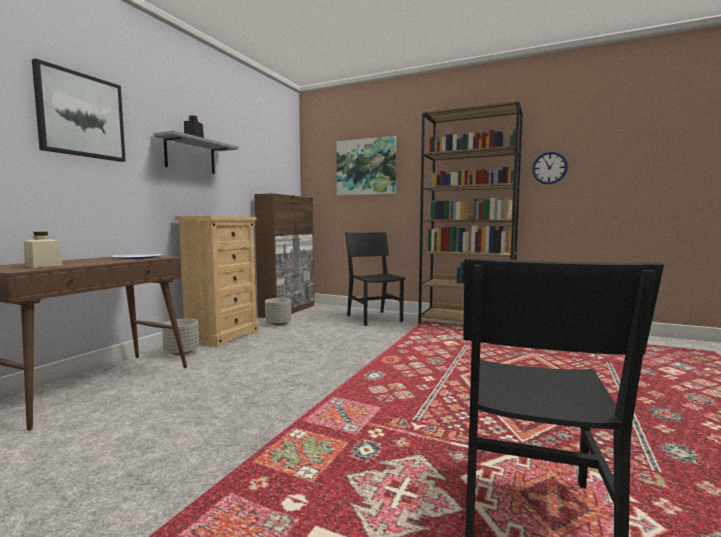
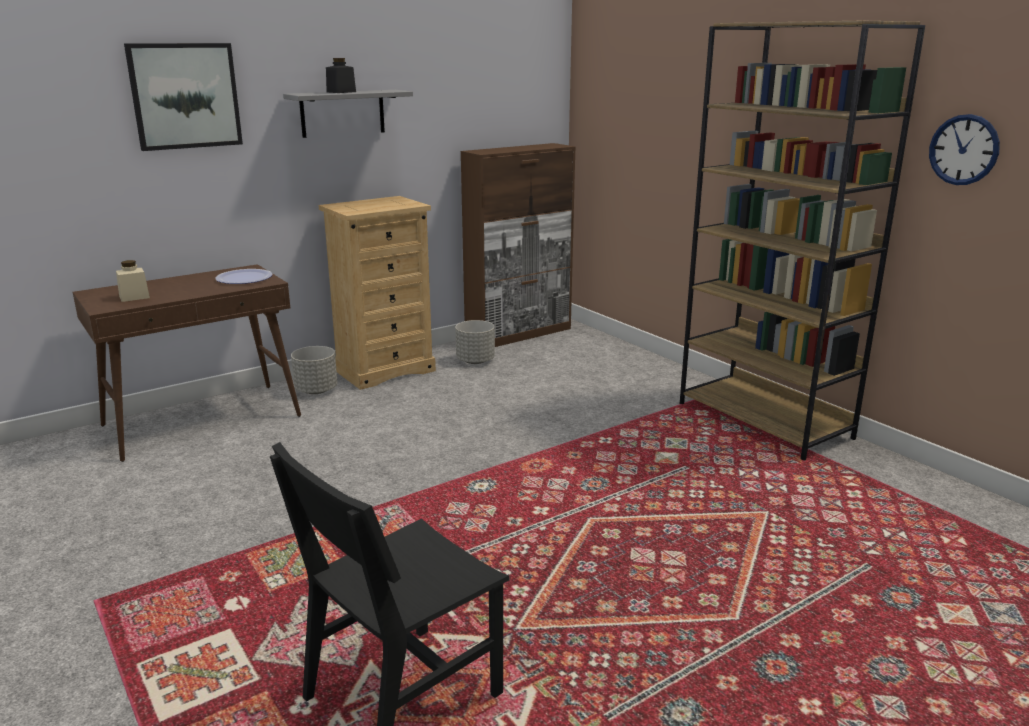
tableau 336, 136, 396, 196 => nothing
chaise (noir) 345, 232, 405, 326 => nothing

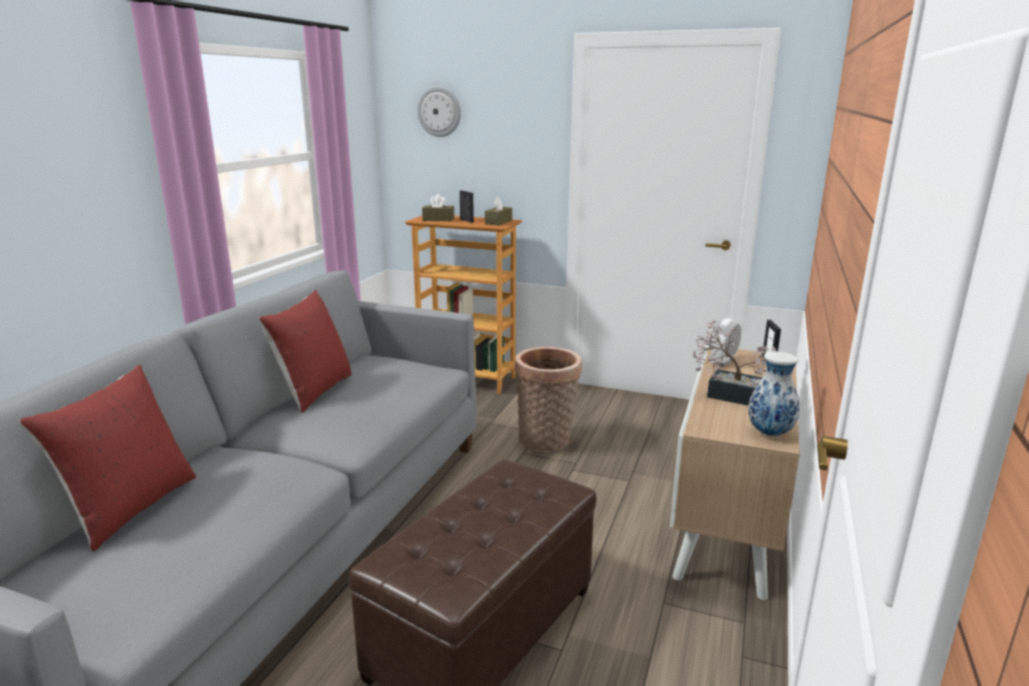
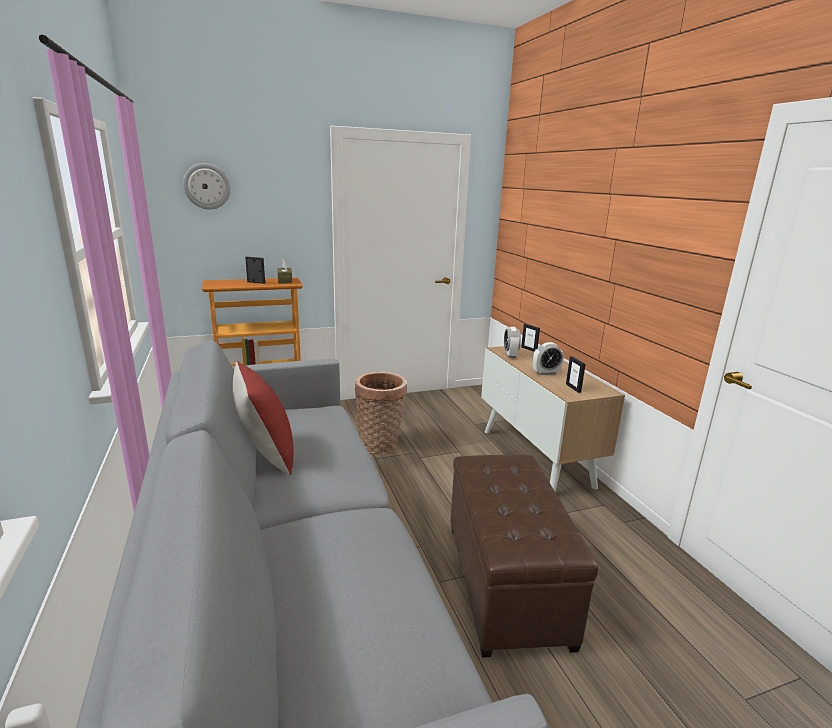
plante en pot 693, 320, 777, 406 => réveil 533, 342, 564, 375
nothing => cadre photo 566, 356, 585, 393
coussin (rouge) 19, 365, 196, 551 => nothing
boîte à mouchoirs (marron) 422, 194, 454, 221 => nothing
vase 748, 351, 800, 437 => nothing

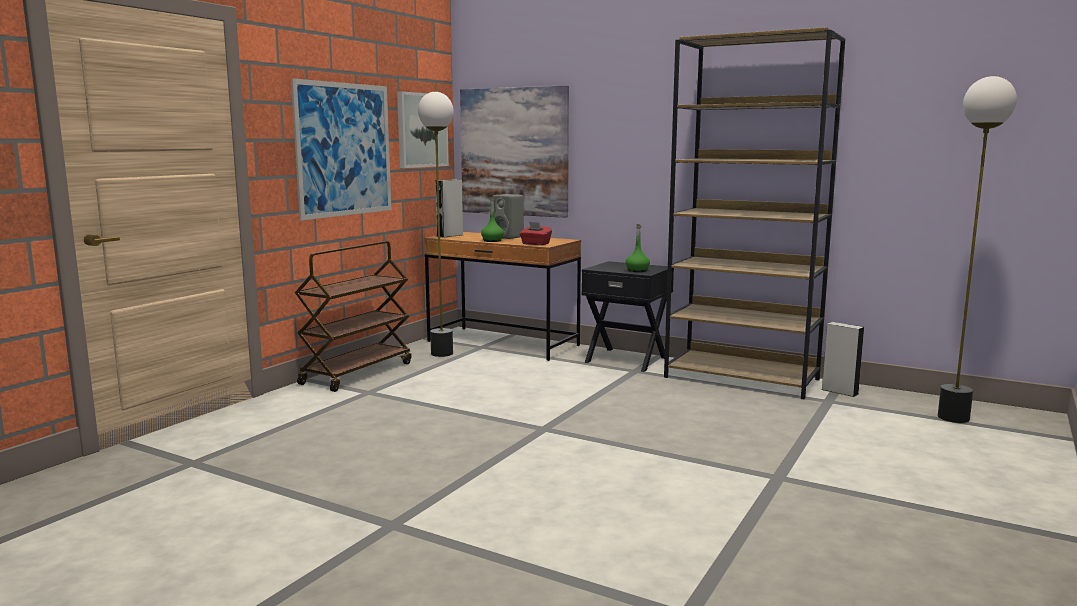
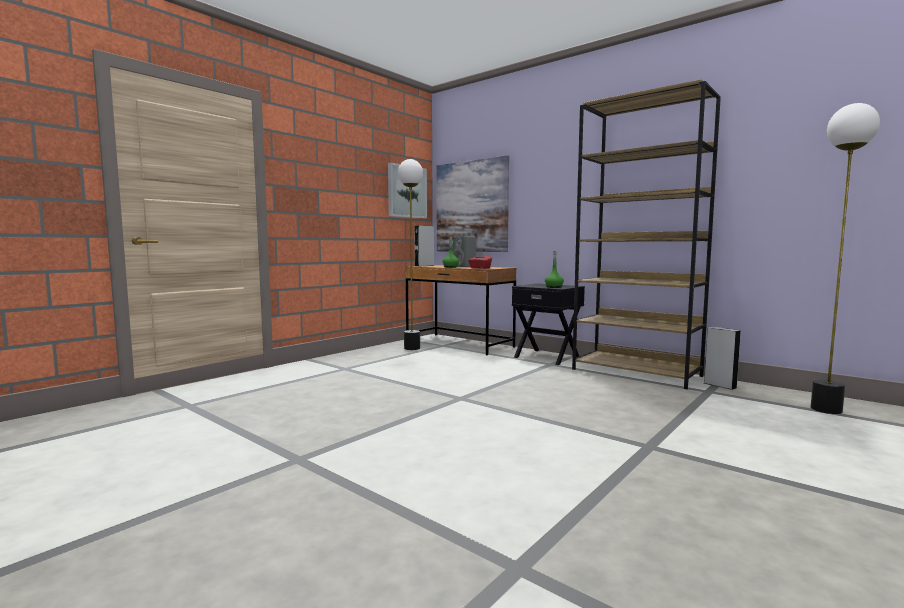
tableau 291, 78, 391, 220 => nothing
chariot (marron) 295, 241, 412, 392 => nothing

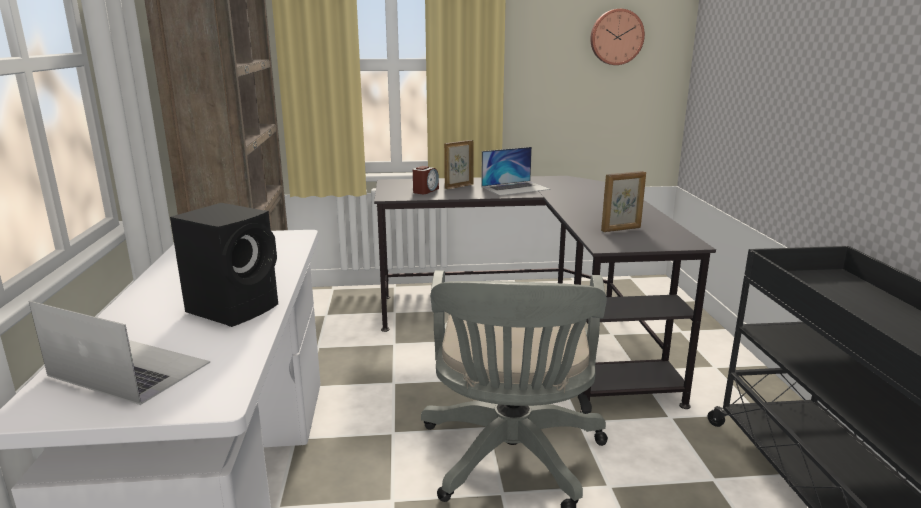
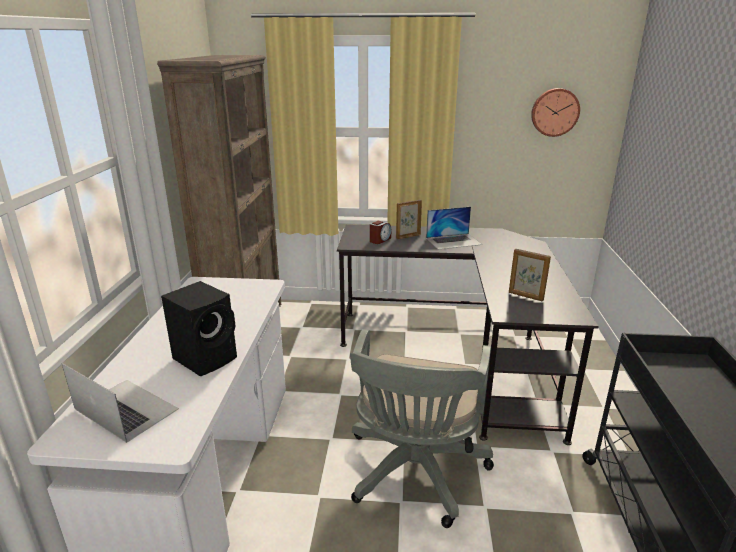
cadre photo 601, 171, 646, 232 => cadre photo 509, 249, 551, 301, 45 degrees clockwise

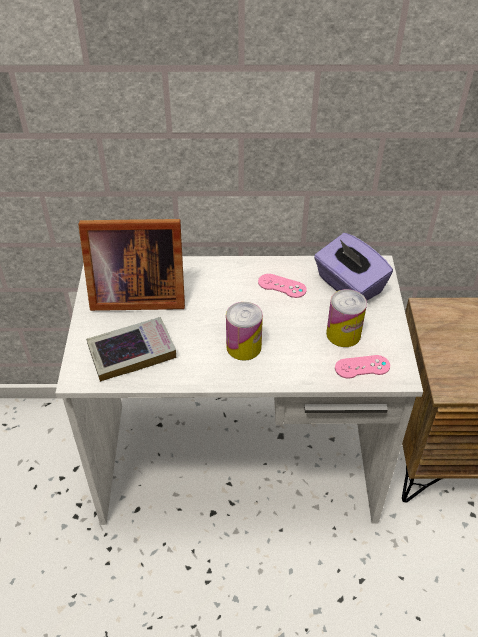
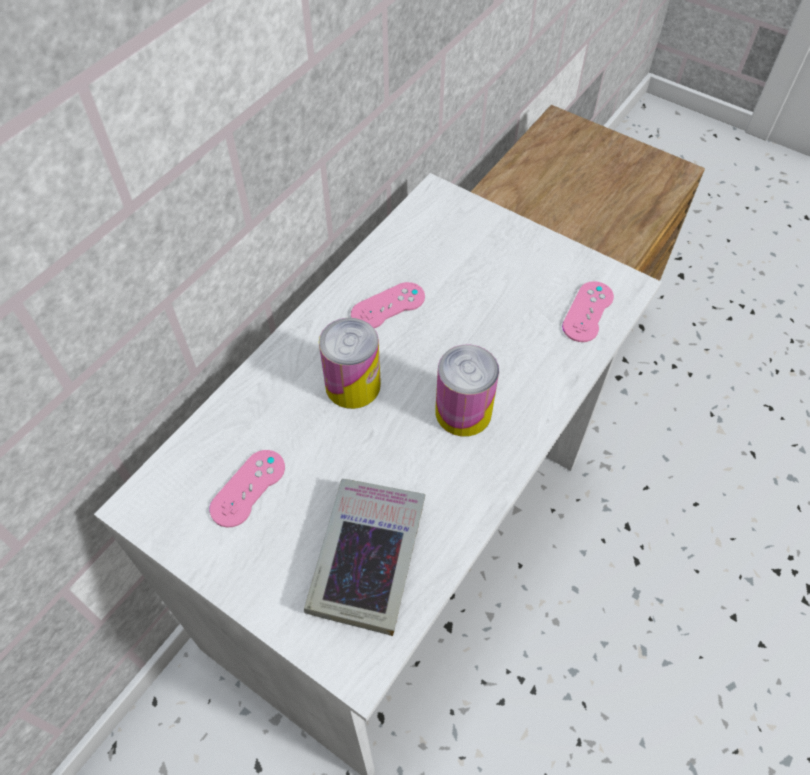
cadre photo 78, 219, 185, 311 => manette (rose) 209, 450, 285, 527
boîte métallique 326, 289, 367, 347 => boîte métallique 319, 318, 381, 409, moved
boîte à mouchoirs (violet) 314, 233, 393, 300 => nothing

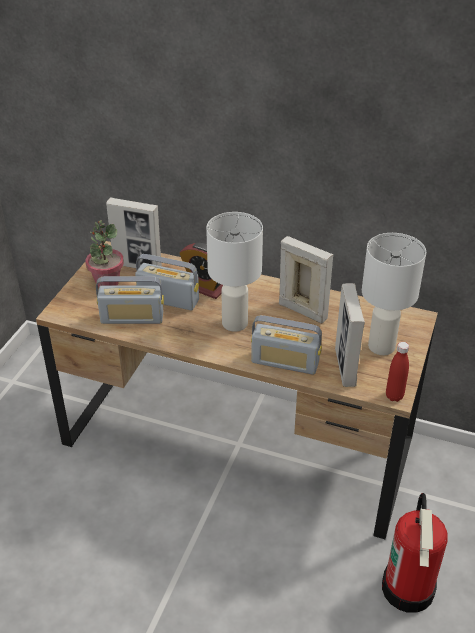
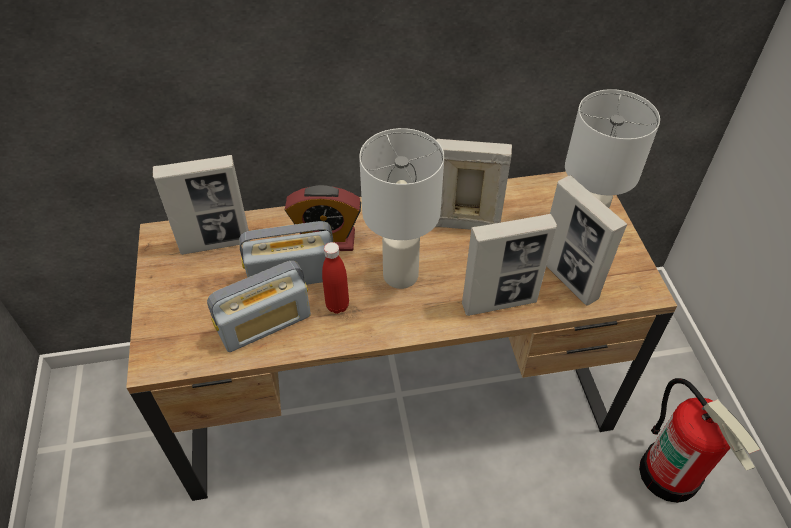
bouteille (rouge) 386, 342, 409, 402 => bouteille (rouge) 322, 242, 349, 314, moved
radio 251, 315, 322, 375 => cadre photo 462, 214, 557, 316
plante en pot 86, 220, 124, 288 => nothing

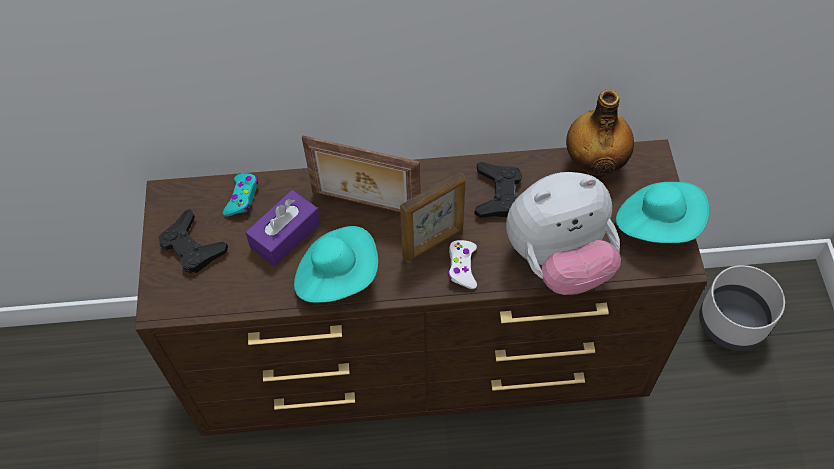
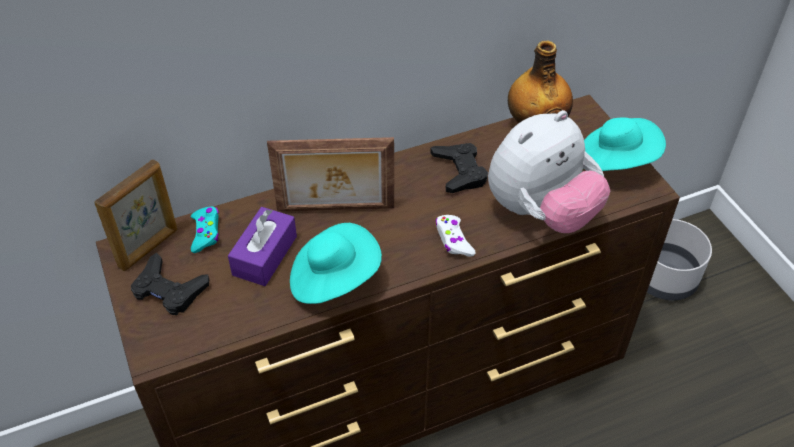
cadre photo 400, 171, 465, 261 => cadre photo 94, 159, 178, 271, moved

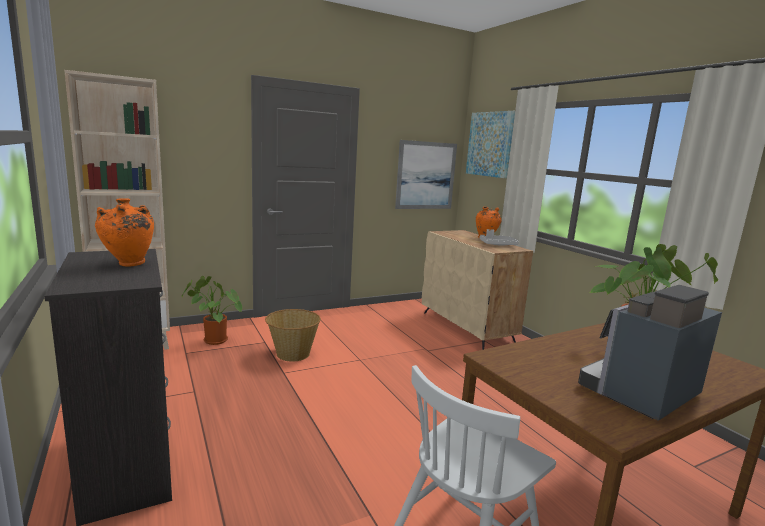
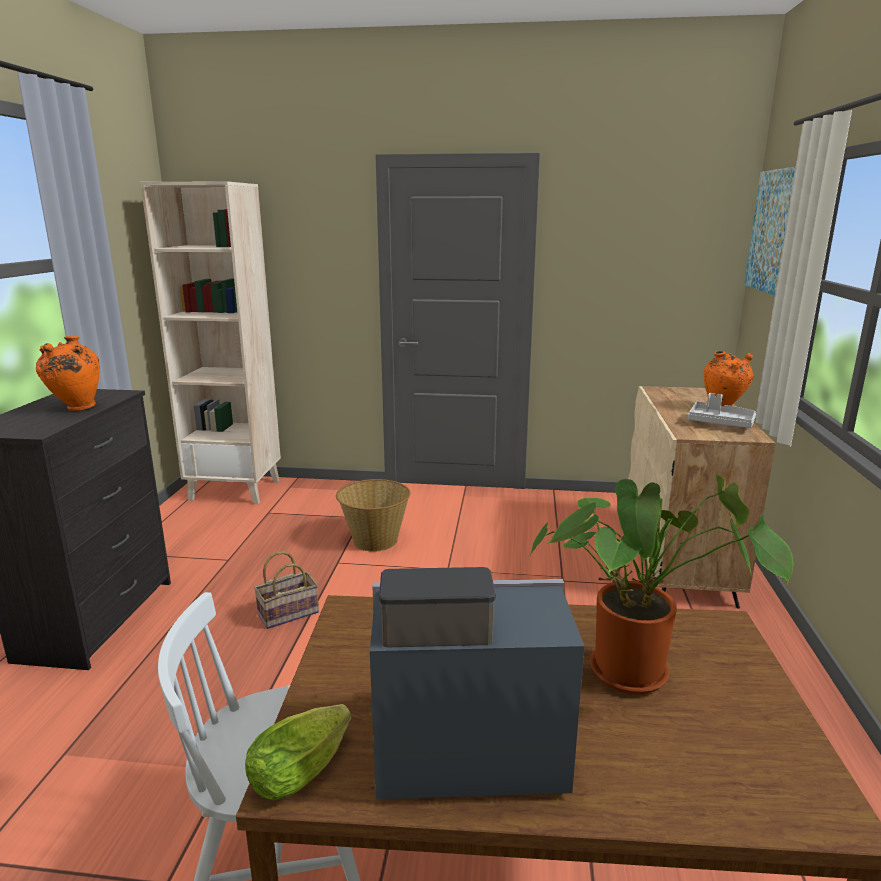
nothing => laitue 245, 704, 351, 800
nothing => panier 254, 551, 319, 629
plante en pot 182, 276, 242, 345 => nothing
tableau 395, 140, 457, 209 => nothing

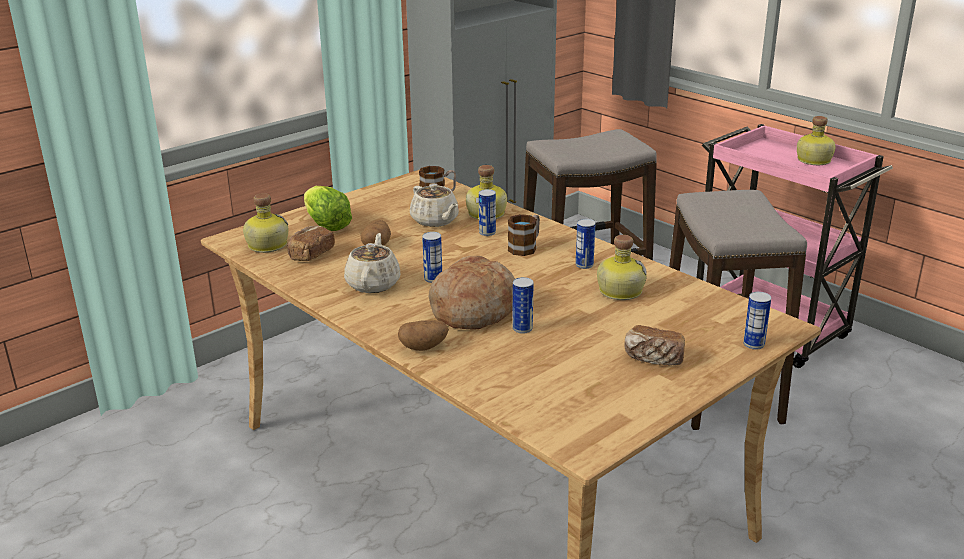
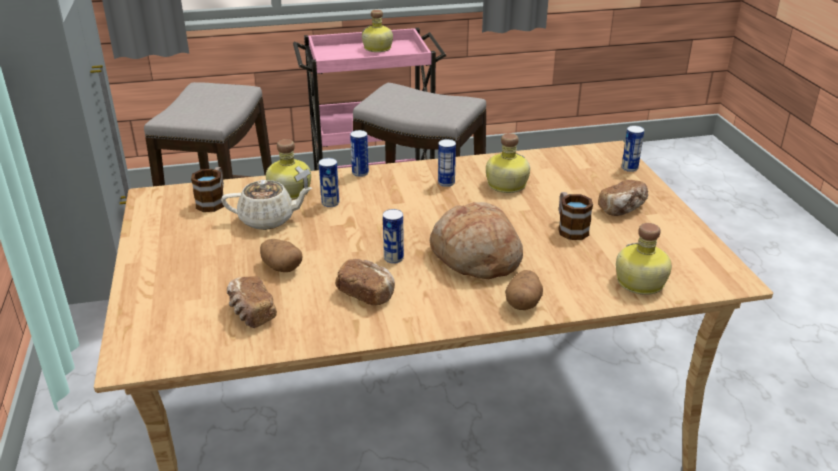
théière (beige) 344, 233, 400, 293 => pain 335, 259, 395, 306
boîte métallique 513, 277, 533, 334 => boîte métallique 350, 130, 369, 177, moved
mug 508, 214, 540, 256 => mug 558, 192, 593, 240, moved
bouteille 243, 193, 288, 253 => bouteille 616, 223, 672, 295, moved
laitue 304, 186, 352, 231 => nothing

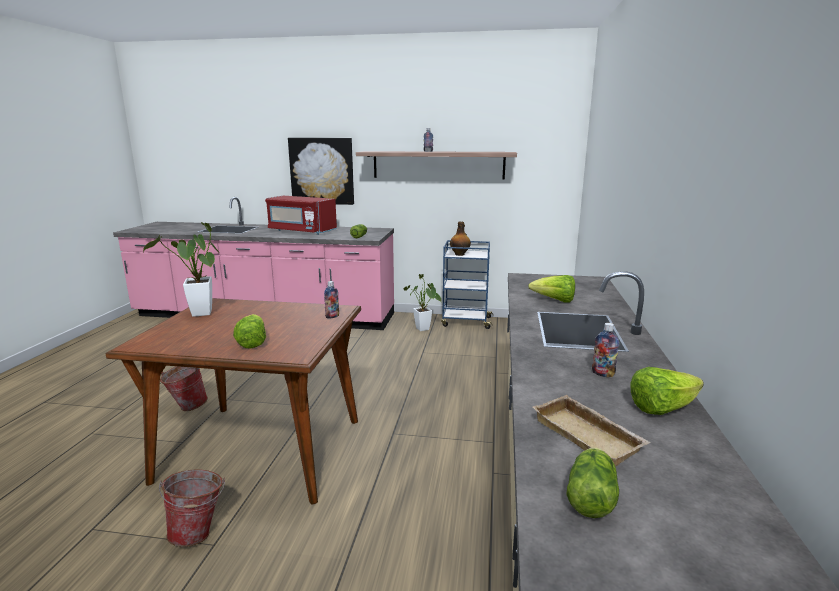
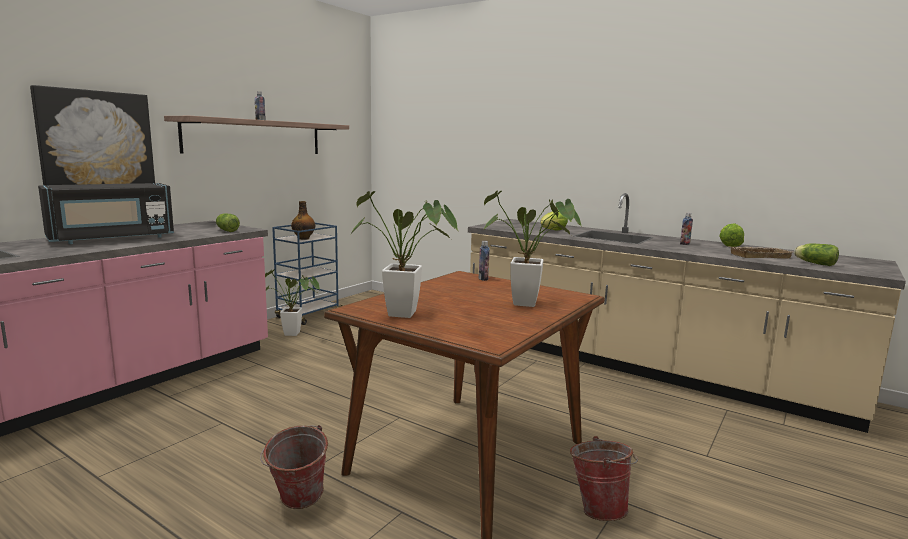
micro-ondes (rouge) 265, 196, 337, 235 => micro-ondes (noir) 38, 183, 174, 244
laitue 233, 314, 266, 348 => plante en pot 482, 190, 582, 307

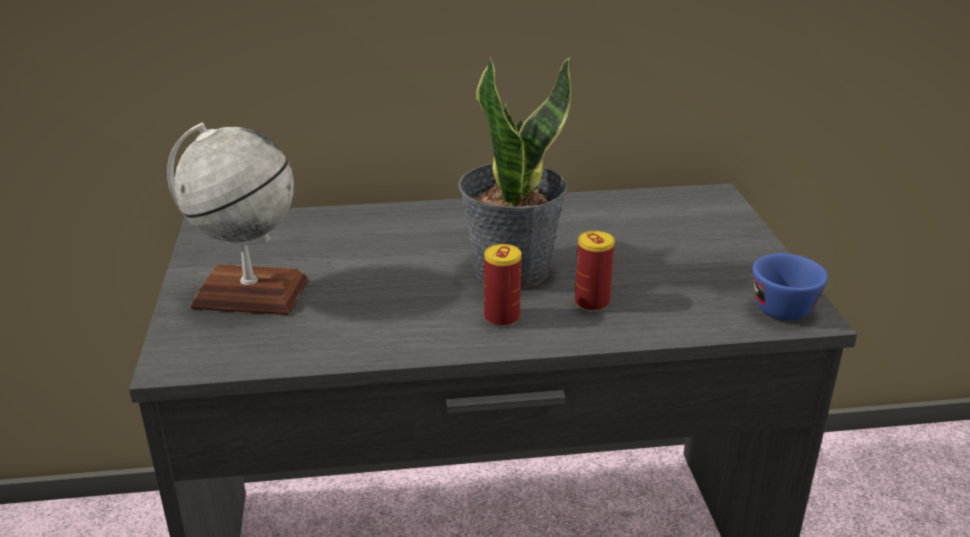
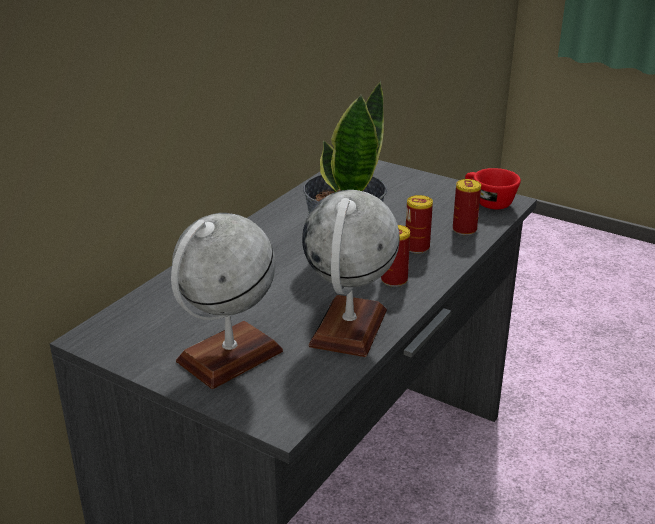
nothing => globe 302, 190, 400, 357
nothing => boîte métallique 453, 179, 481, 235
tasse (bleu) 752, 253, 828, 320 => tasse (rouge) 465, 168, 521, 209

